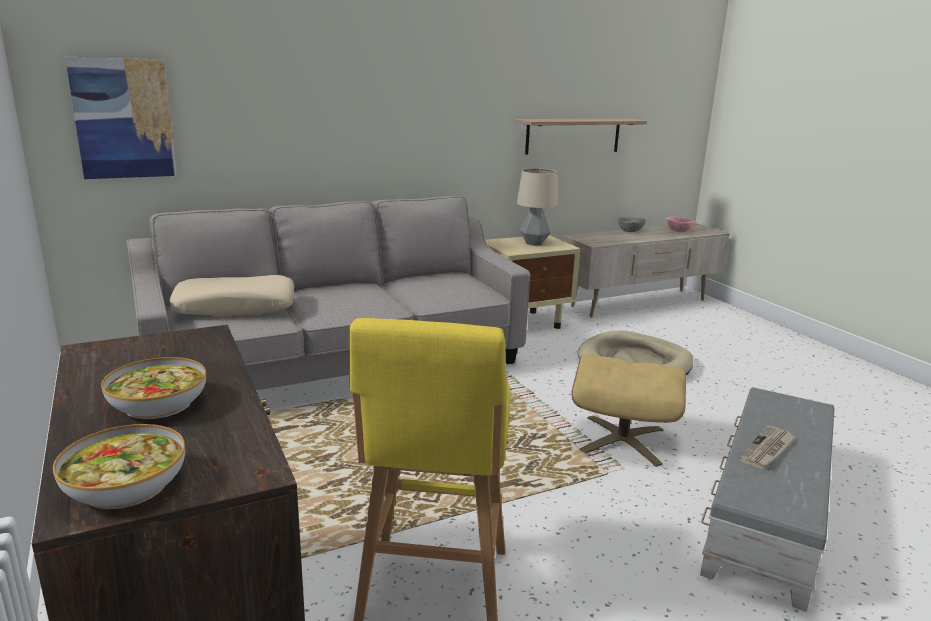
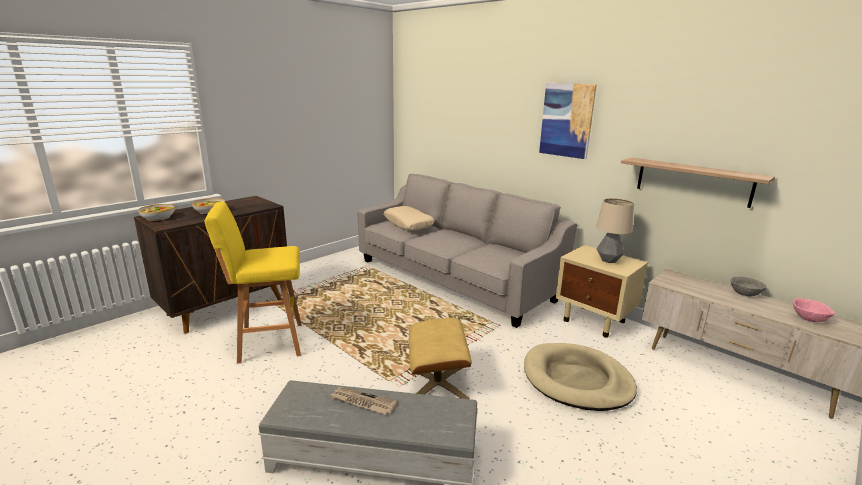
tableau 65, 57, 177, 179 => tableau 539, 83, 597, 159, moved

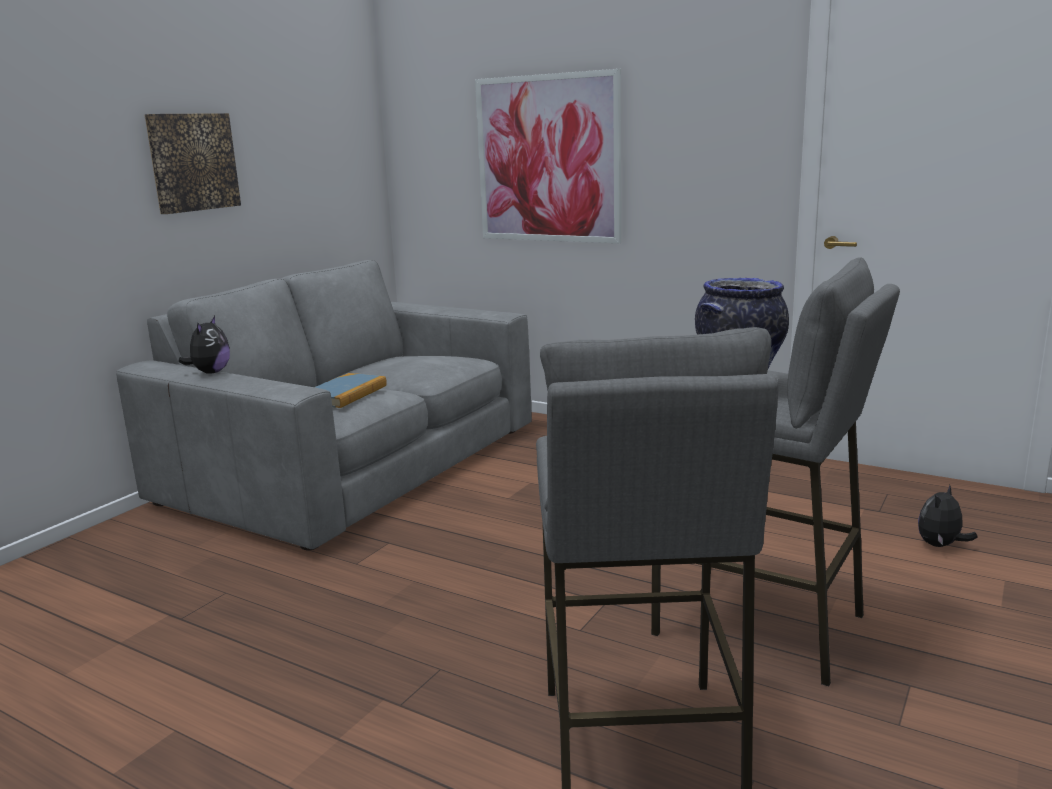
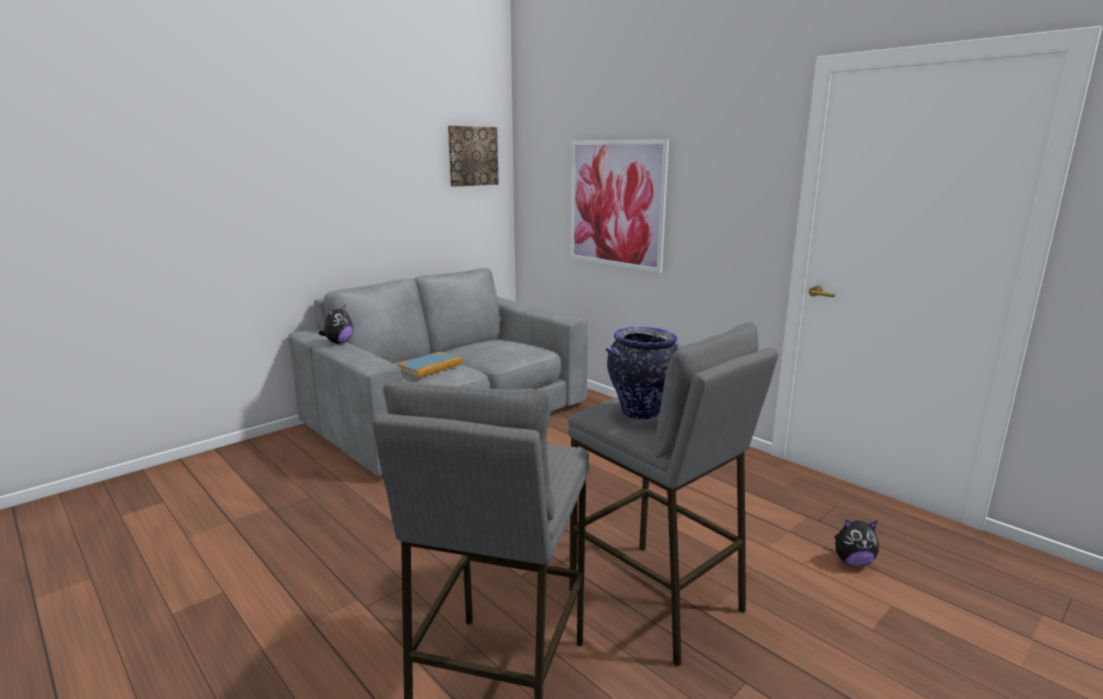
tableau 144, 113, 241, 214 => tableau 448, 126, 499, 186, moved
peluche 918, 485, 978, 547 => peluche 834, 520, 879, 567, 150 degrees counterclockwise

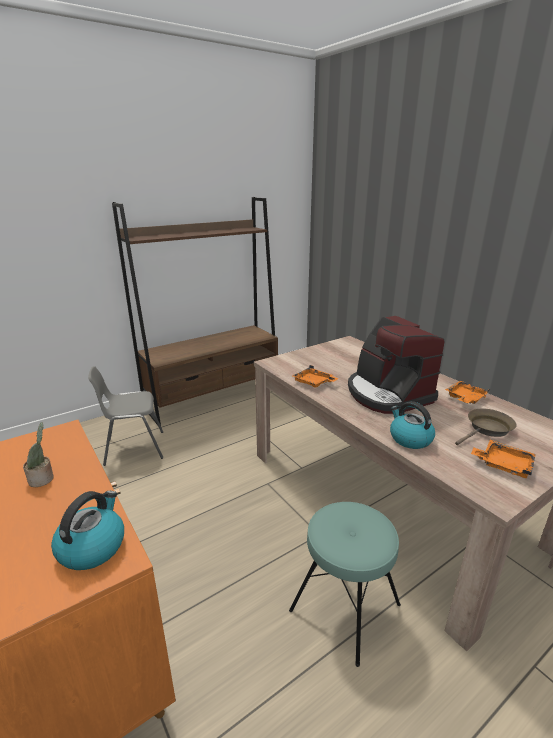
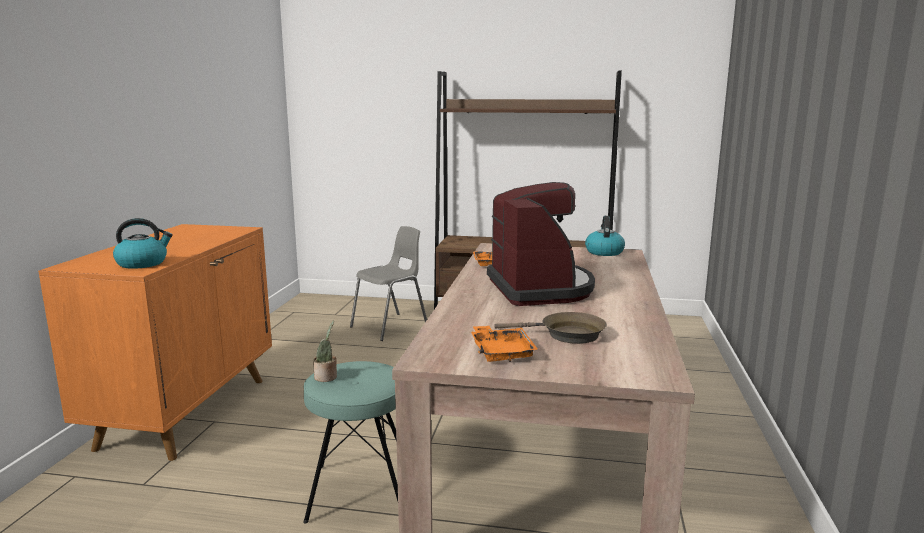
plante en pot 23, 422, 54, 487 => plante en pot 313, 321, 337, 382, moved
chaise (gris) 88, 366, 163, 466 => chaise (gris) 350, 226, 427, 341, 105 degrees clockwise
machine à café 348, 316, 444, 414 => machine à café 487, 182, 595, 306, 150 degrees clockwise
bouilloire 390, 401, 435, 449 => bouilloire 585, 216, 625, 256, moved
plateau (orange) 445, 381, 490, 404 => nothing

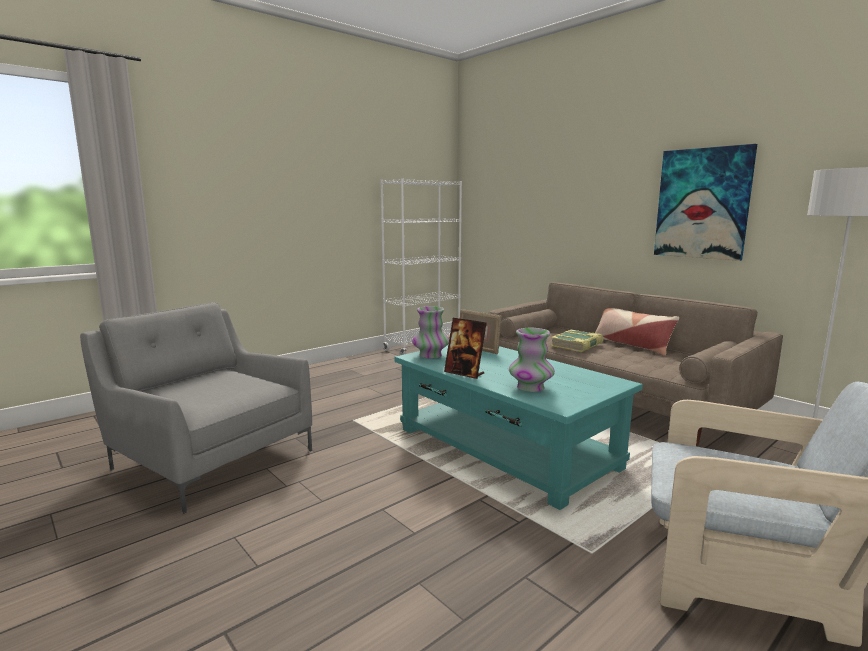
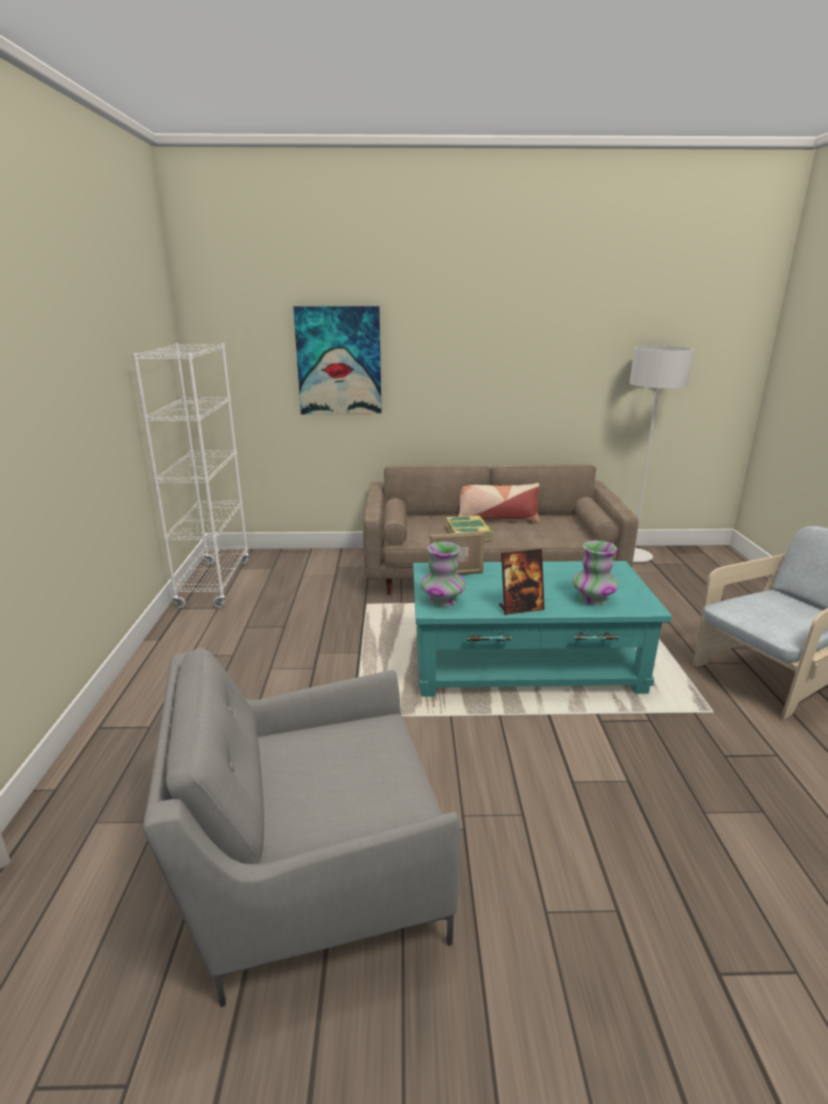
tableau 654, 144, 757, 261 => tableau 293, 306, 382, 414, moved

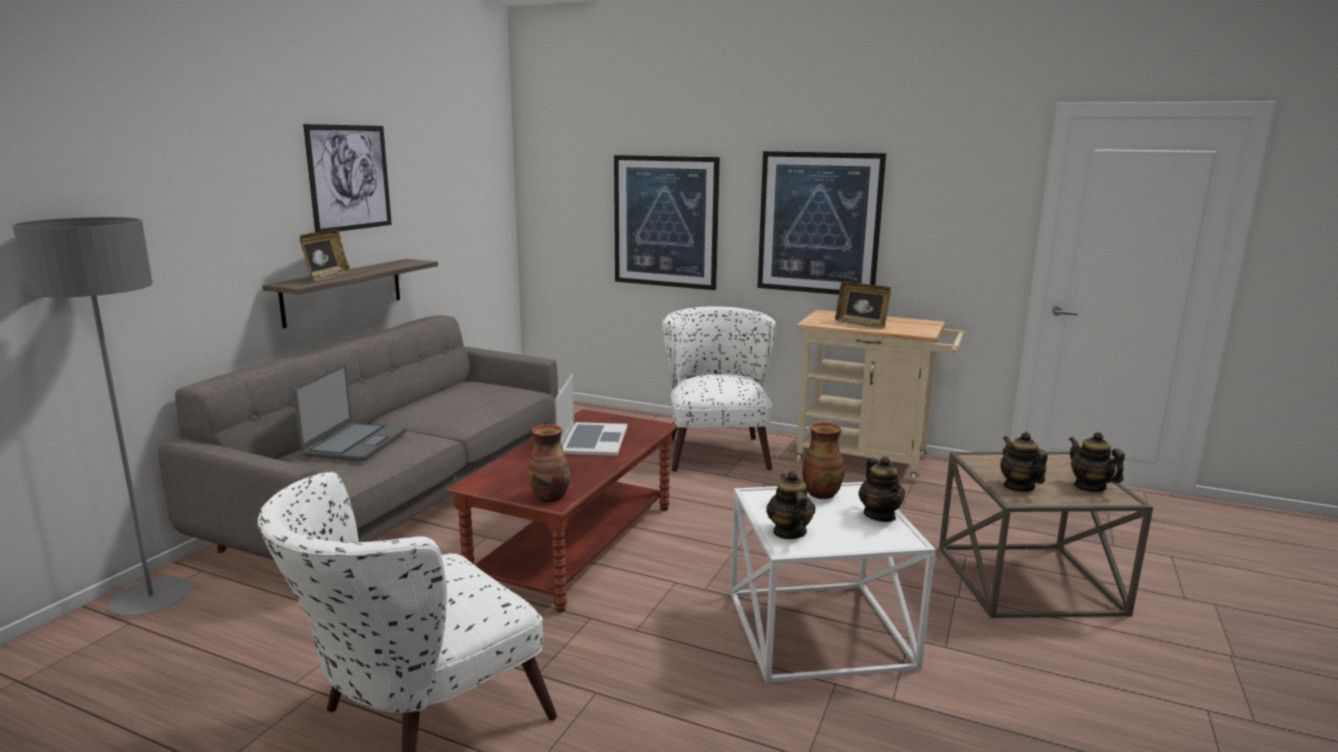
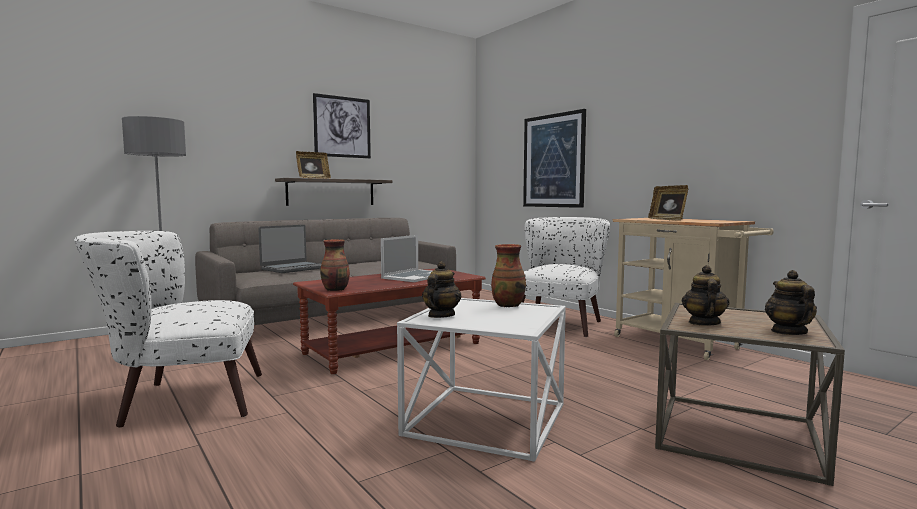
tableau 757, 151, 886, 295 => nothing
théière 858, 456, 905, 522 => nothing

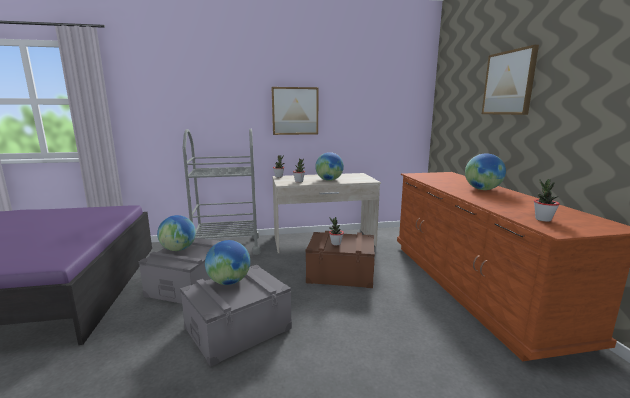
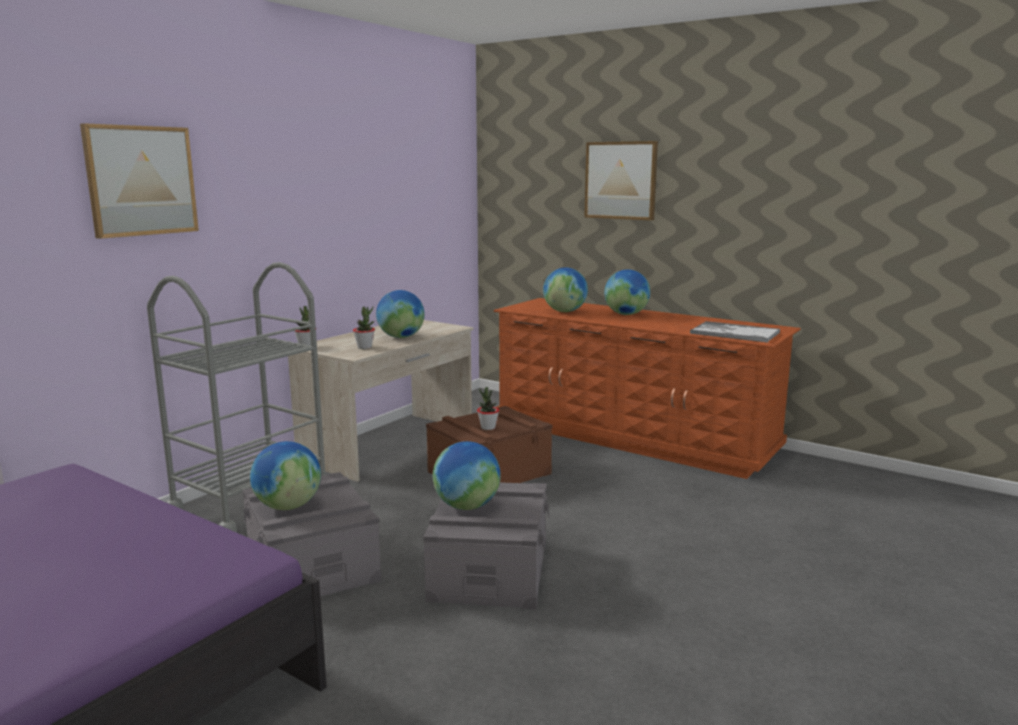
tableau 272, 87, 318, 135 => tableau 80, 123, 199, 239, moved
nothing => globe 543, 267, 588, 312
plante en pot 534, 179, 560, 222 => plateau 690, 321, 780, 343

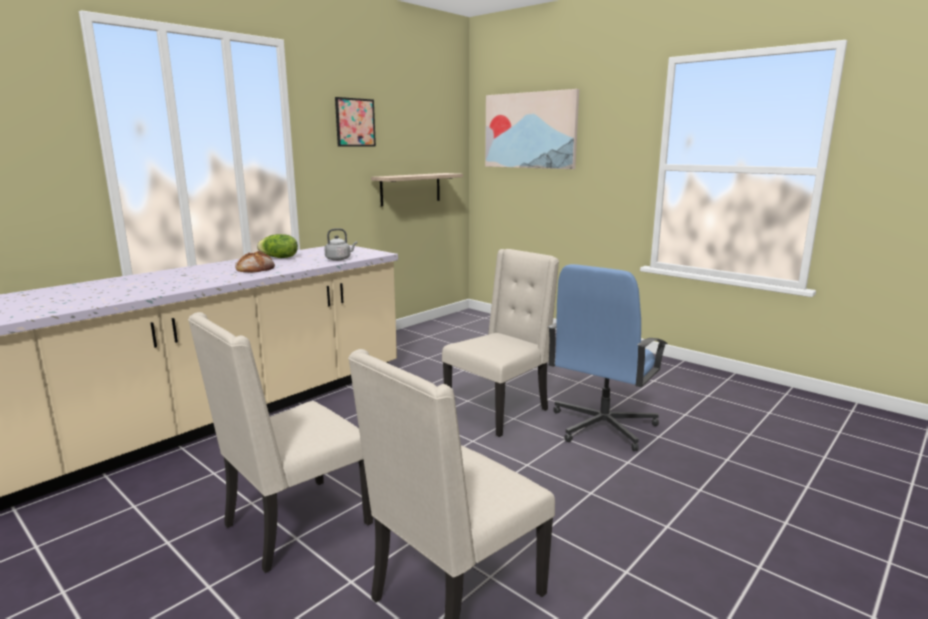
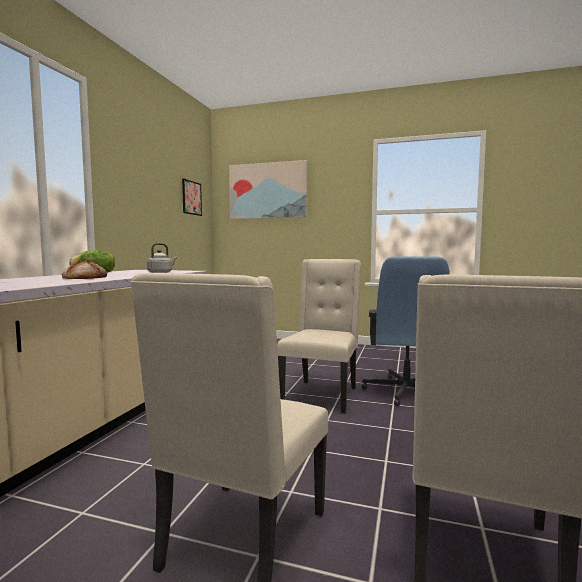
tableau 335, 97, 376, 147 => tableau 182, 178, 202, 216, moved
étagère 371, 173, 463, 206 => nothing

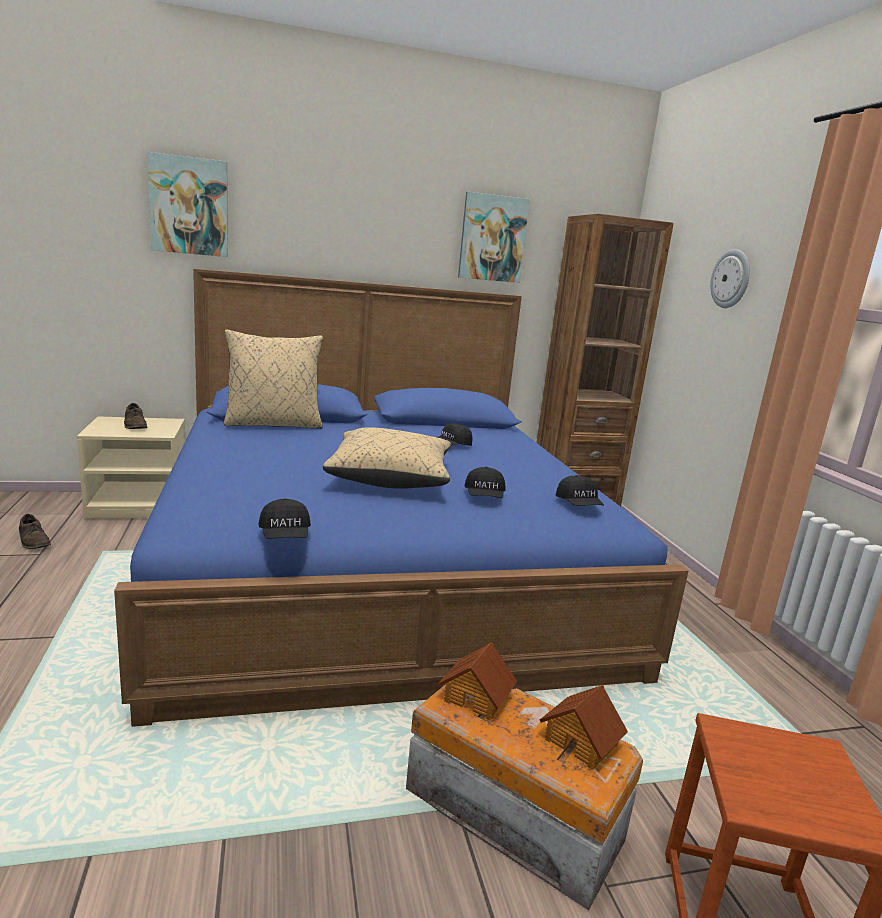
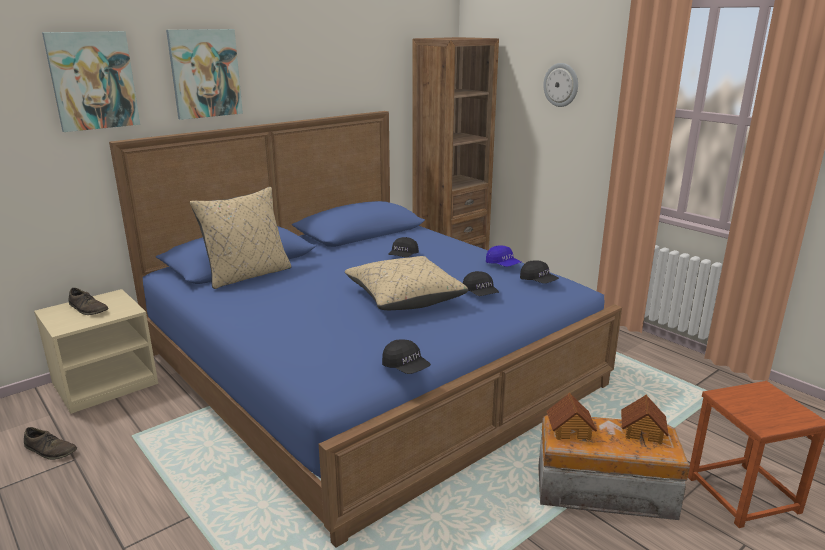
tableau 458, 191, 530, 283 => tableau 166, 29, 243, 120, moved
nothing => casquette (bleu) 486, 245, 521, 267

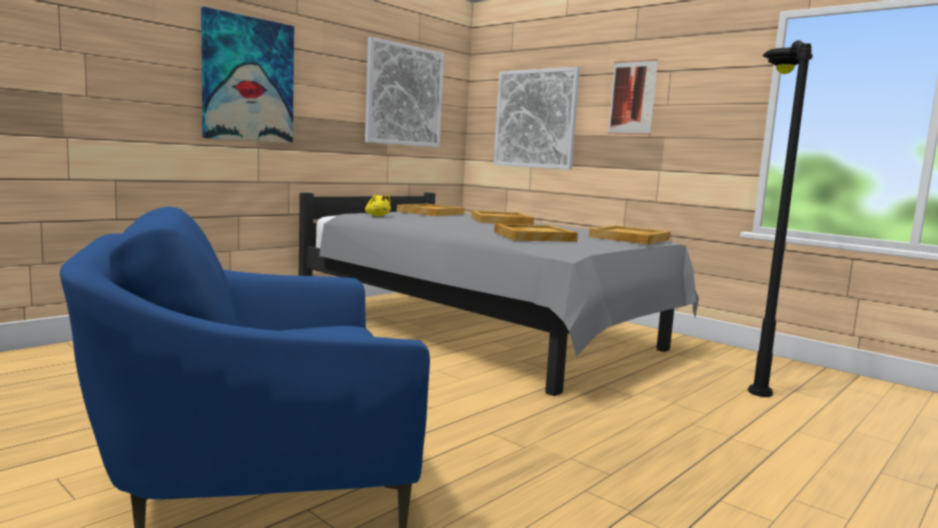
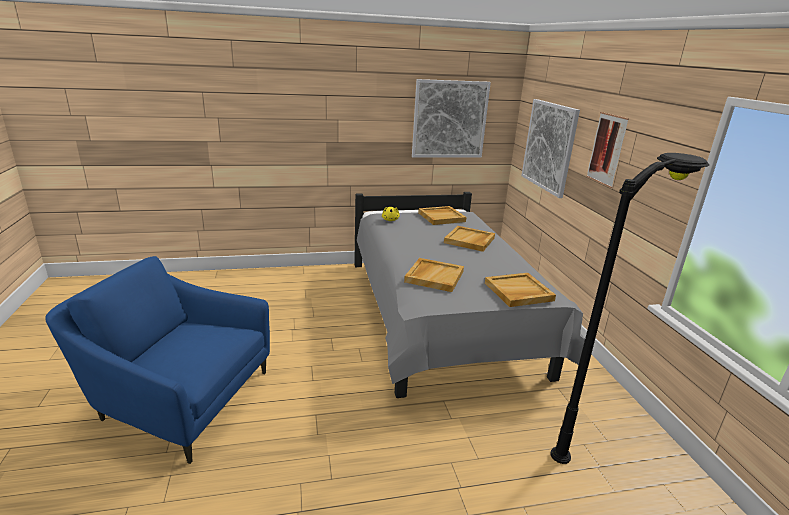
tableau 201, 7, 294, 144 => nothing

